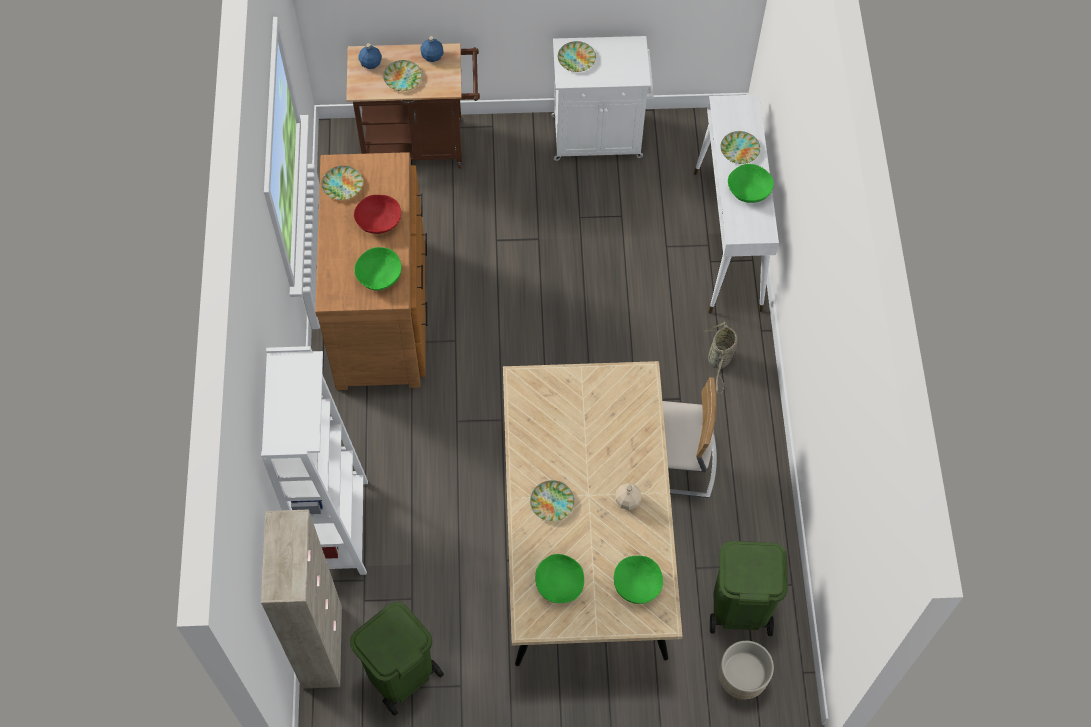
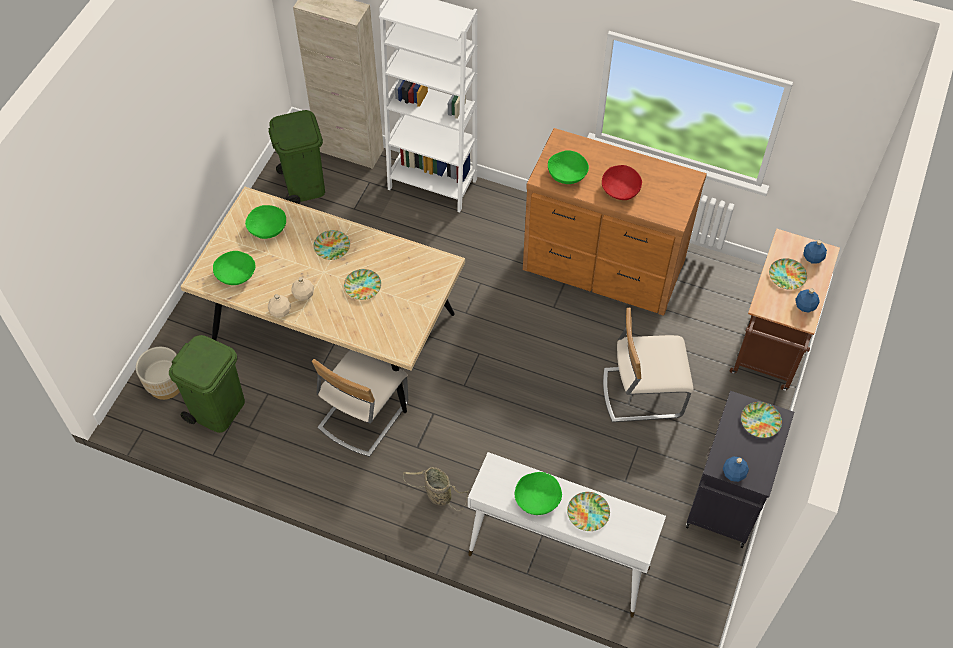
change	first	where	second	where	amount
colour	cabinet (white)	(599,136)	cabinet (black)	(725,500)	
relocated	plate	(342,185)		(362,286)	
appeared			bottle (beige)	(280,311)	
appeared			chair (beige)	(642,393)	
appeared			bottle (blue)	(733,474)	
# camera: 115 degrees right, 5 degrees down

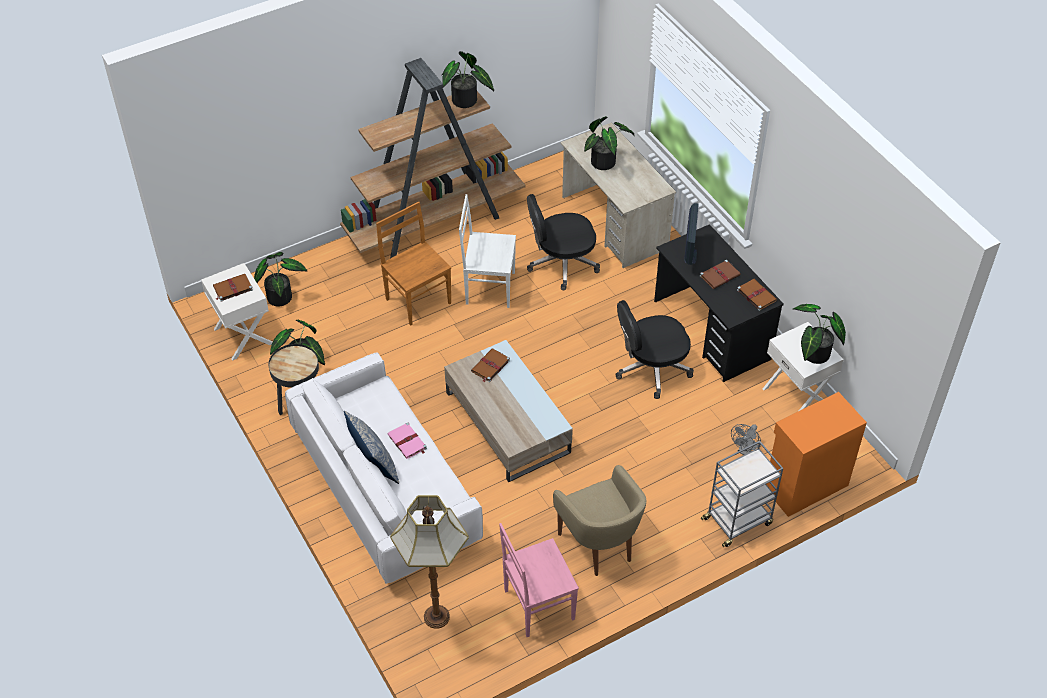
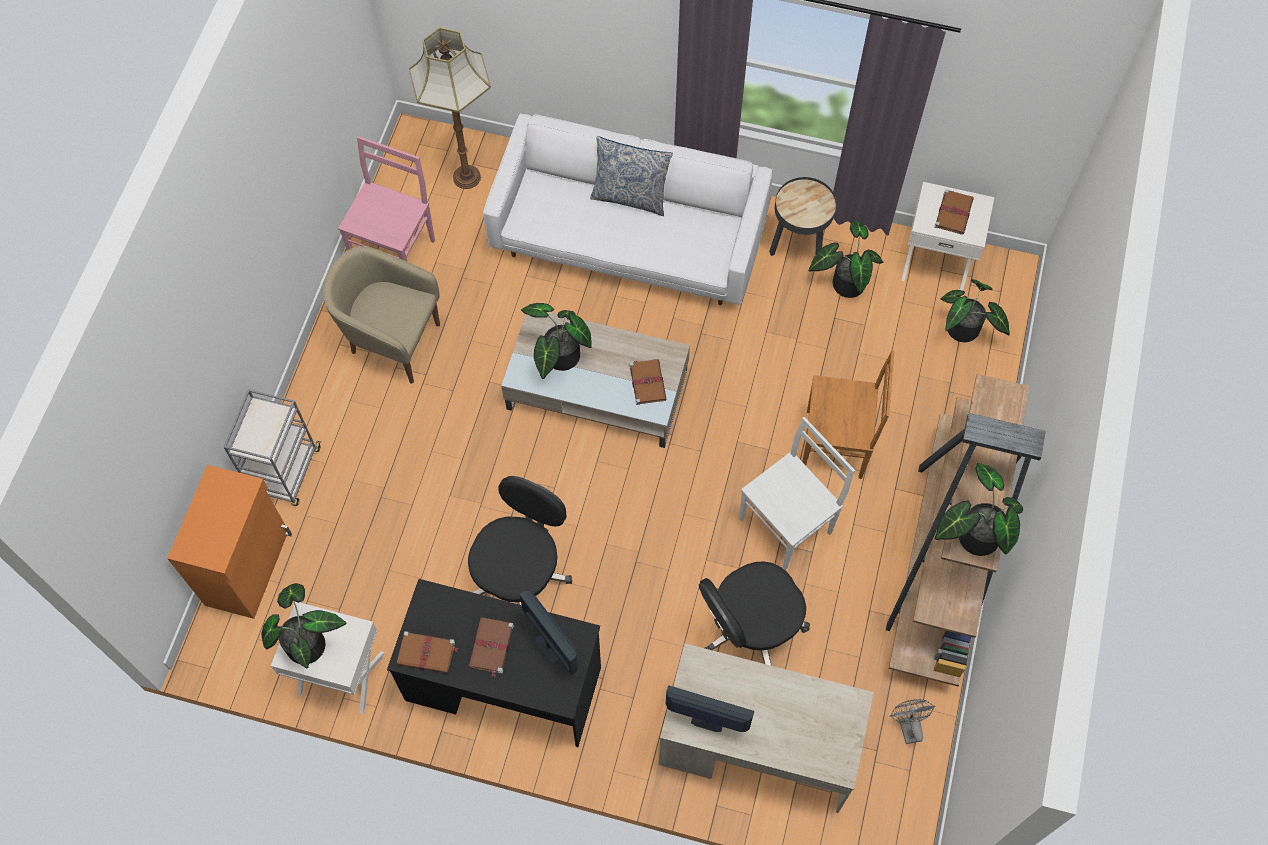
change	first	where	second	where	amount
relocated	potted plant	(606,163)		(558,358)	
spun	office chair (black)	(561,264)		(750,627)	150 degrees counterclockwise
missing	book (pink)	(407,442)			
relocated	fan (grey)	(745,450)		(907,725)	
appeared			monitor	(707,720)	
# camera: 135 degrees right, 15 degrees up

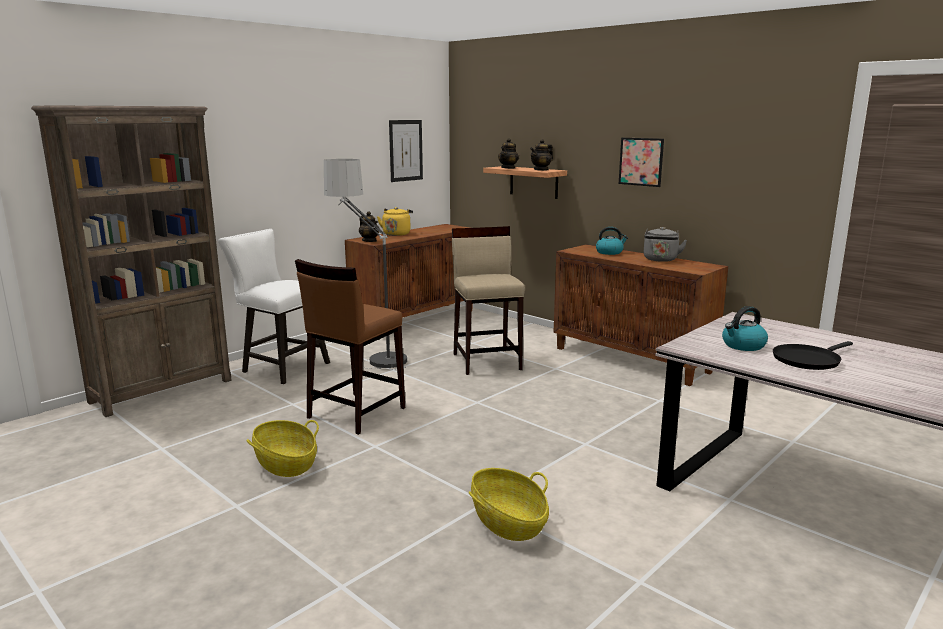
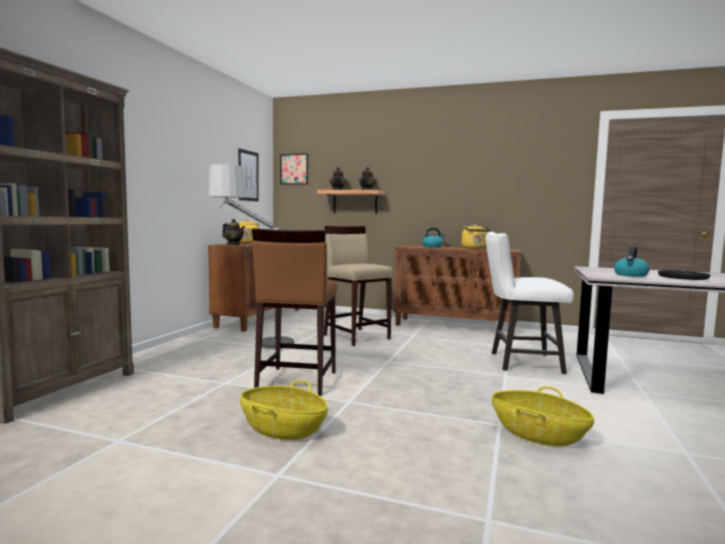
change	first	where	second	where	amount
relocated	picture	(641,161)		(294,169)	
colour	kettle (grey)	(660,260)	kettle (yellow)	(474,248)	
relocated	chair (white)	(281,367)		(519,362)	
# camera: 25 degrees left, 10 degrees down

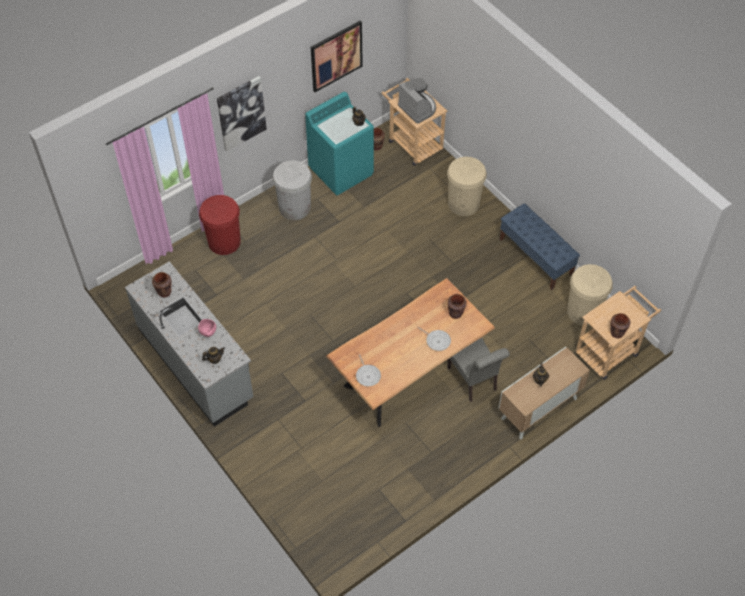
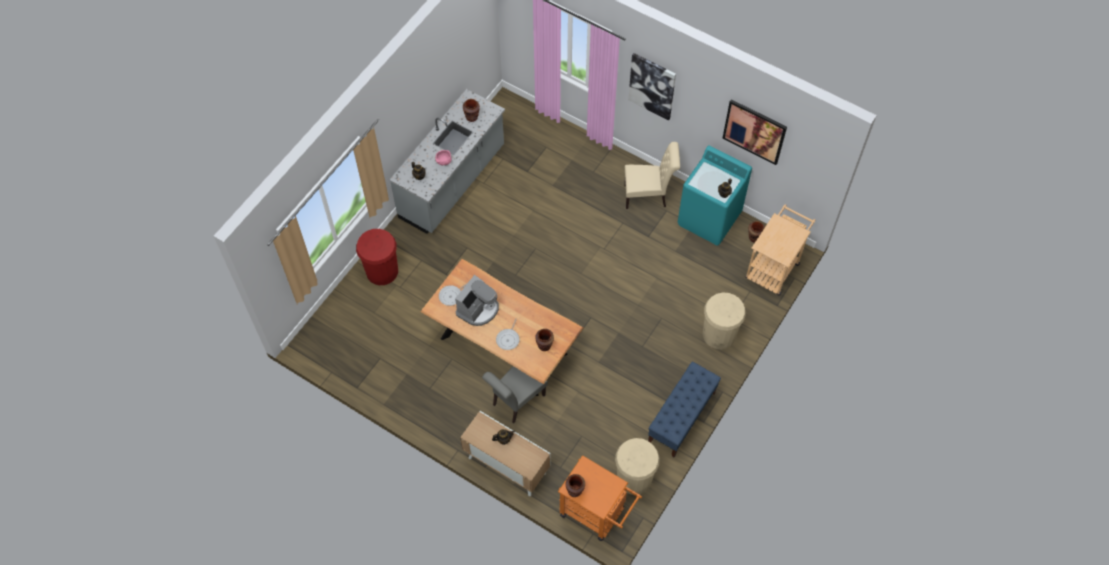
change	first	where	second	where	amount
relocated	coffee machine	(418,108)		(478,309)	
exchanged	trash can (white)	(294,207)	chair (beige)	(648,196)	
relocated	trash can (red)	(224,242)		(382,271)	
colour	cart (beige)	(610,350)	cart (orange)	(597,514)	
# camera: 70 degrees right, 5 degrees up

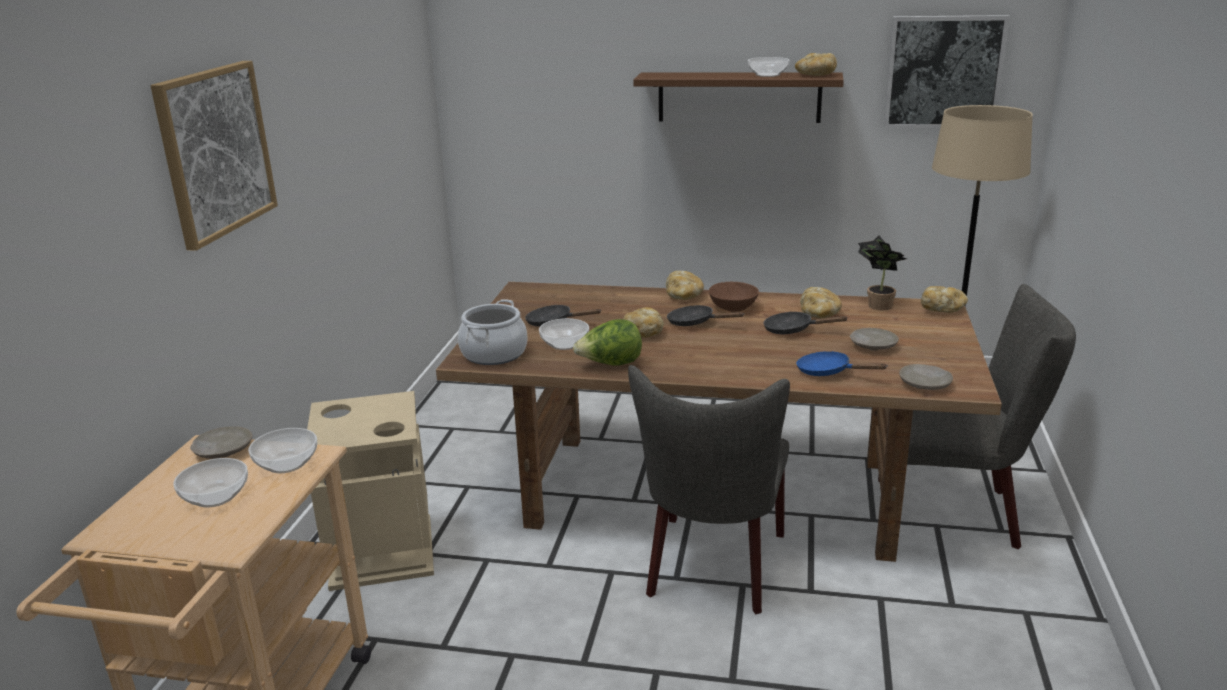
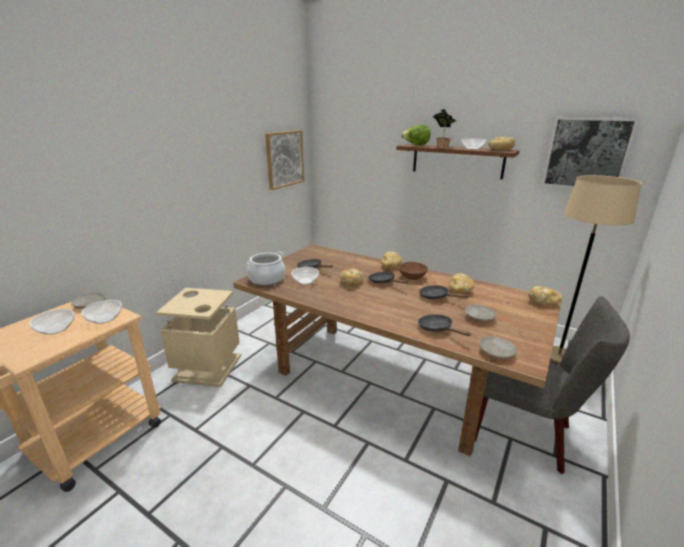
change	first	where	second	where	amount
relocated	picture	(215,151)		(284,159)	
relocated	potted plant	(877,305)		(441,147)	
relocated	lettuce	(610,364)		(416,145)	
colour	frying pan (blue)	(828,372)	frying pan (black)	(437,329)	
missing	chair (grey)	(713,570)			
# camera: 20 degrees right, 0 degrees up

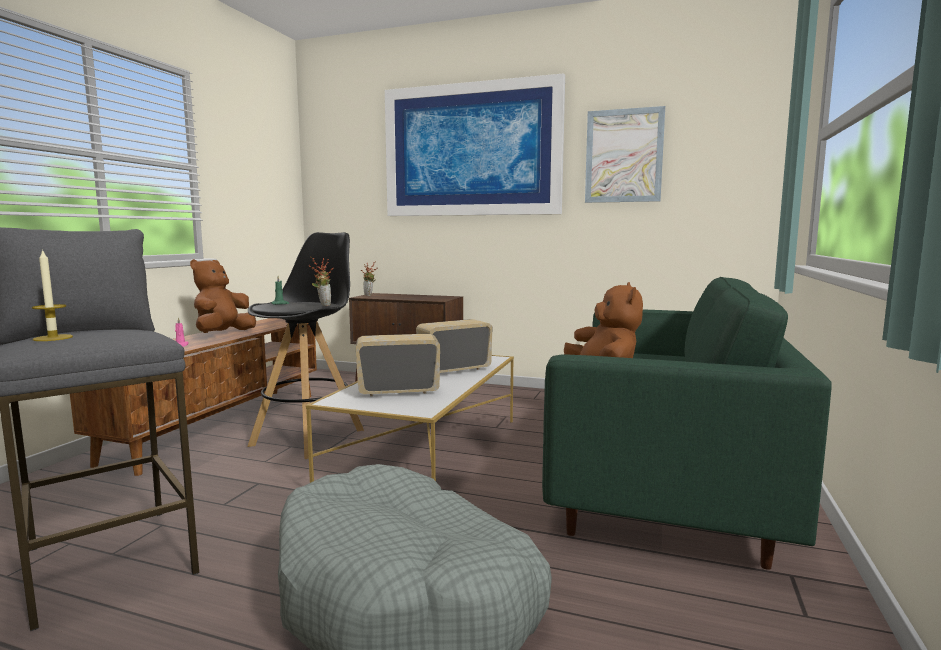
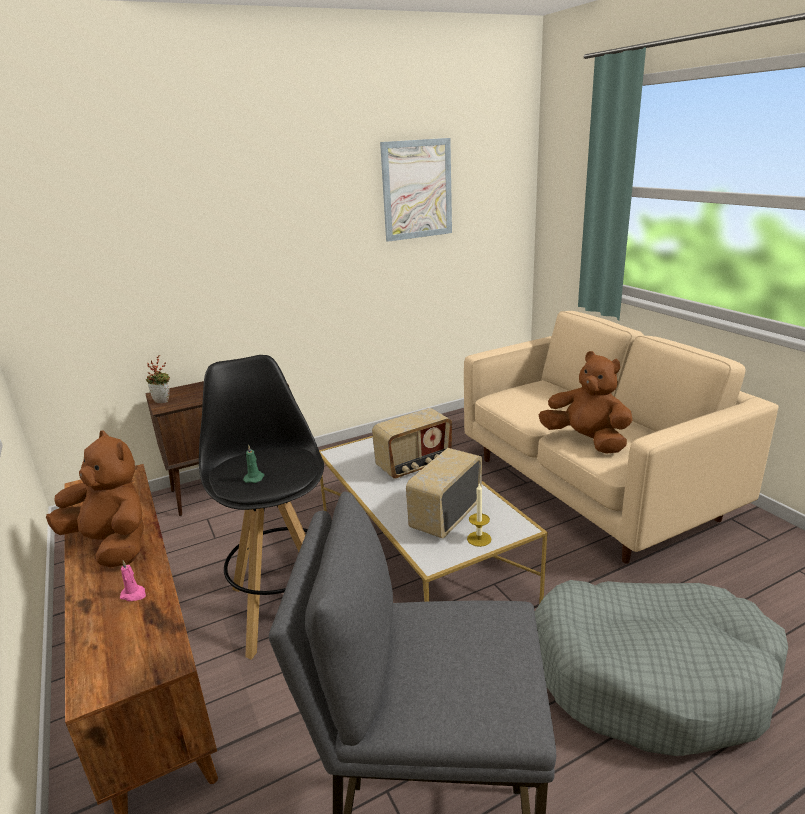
change	first	where	second	where	amount
missing	picture	(471,150)			
relocated	candle	(53,338)		(479,539)	
missing	potted plant	(323,305)			
spun	plush toy (brown)	(223,334)		(113,545)	150 degrees clockwise
colour	sofa (green)	(664,481)	sofa (beige)	(590,487)	
spun	radio	(454,370)		(414,466)	135 degrees counterclockwise
# camera: 45 degrees left, 15 degrees up

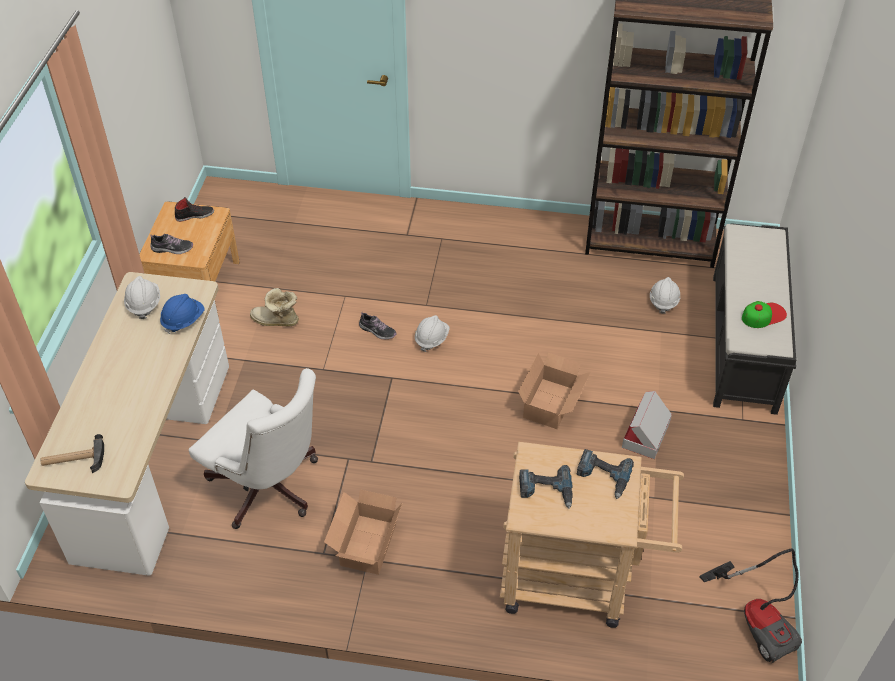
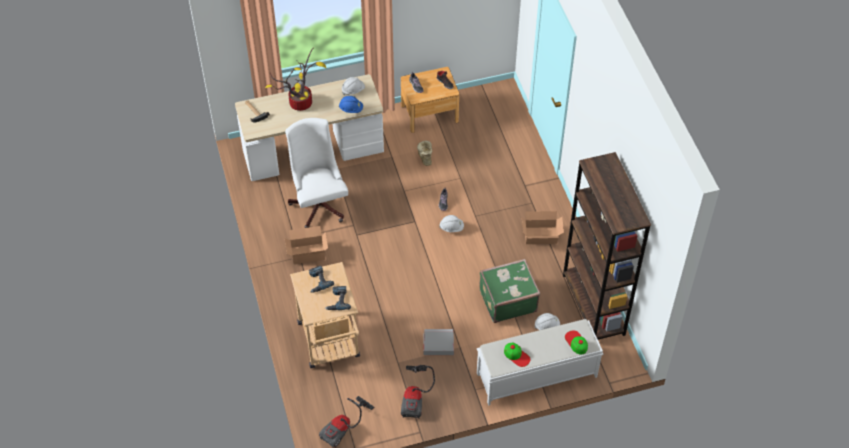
change	first	where	second	where	amount
colour	bench (black)	(743,343)	bench (white)	(535,375)	
relocated	cardboard box	(552,403)		(541,236)	
spun	office chair (white)	(269,489)		(319,202)	150 degrees clockwise
appeared			potted plant	(301,101)	
appeared			suitcase (green)	(507,300)	
appeared			cap	(576,342)	
appeared			vacuum cleaner	(415,398)	
# camera: 65 degrees right, 5 degrees up

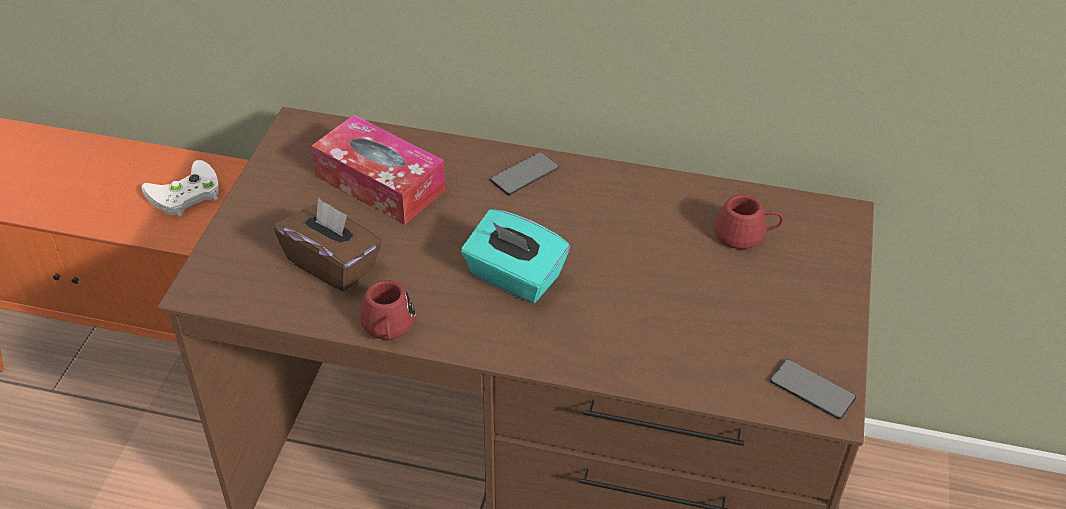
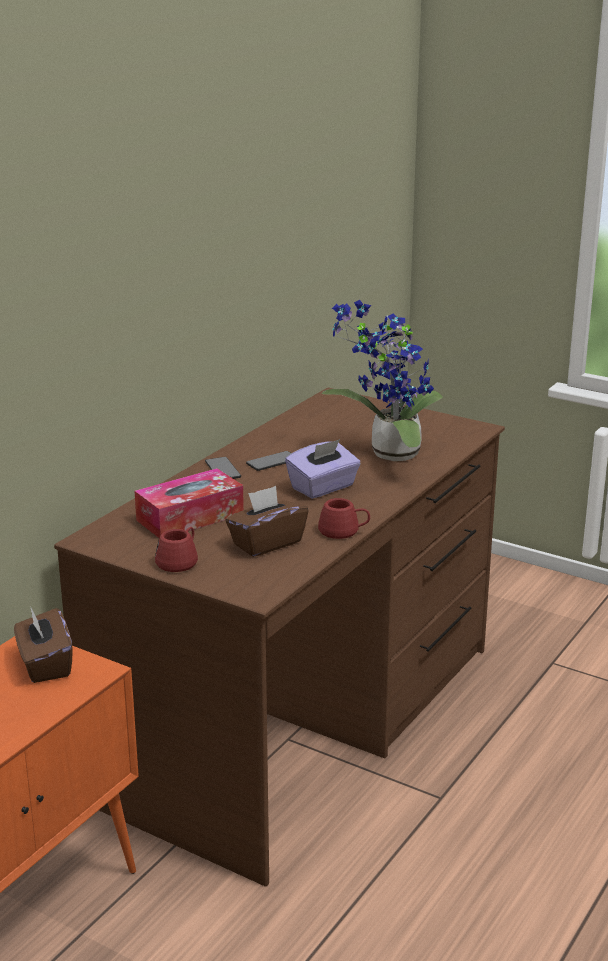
change	first	where	second	where	amount
exchanged	game controller (white)	(183,195)	tissue box (brown)	(45,665)	
relocated	mug (red)	(746,234)		(180,561)	
colour	tissue box (turquoise)	(514,277)	tissue box (purple)	(323,487)	
relocated	phone	(812,390)		(272,462)	
appeared			potted plant	(389,454)	
# camera: 70 degrees left, 20 degrees down

